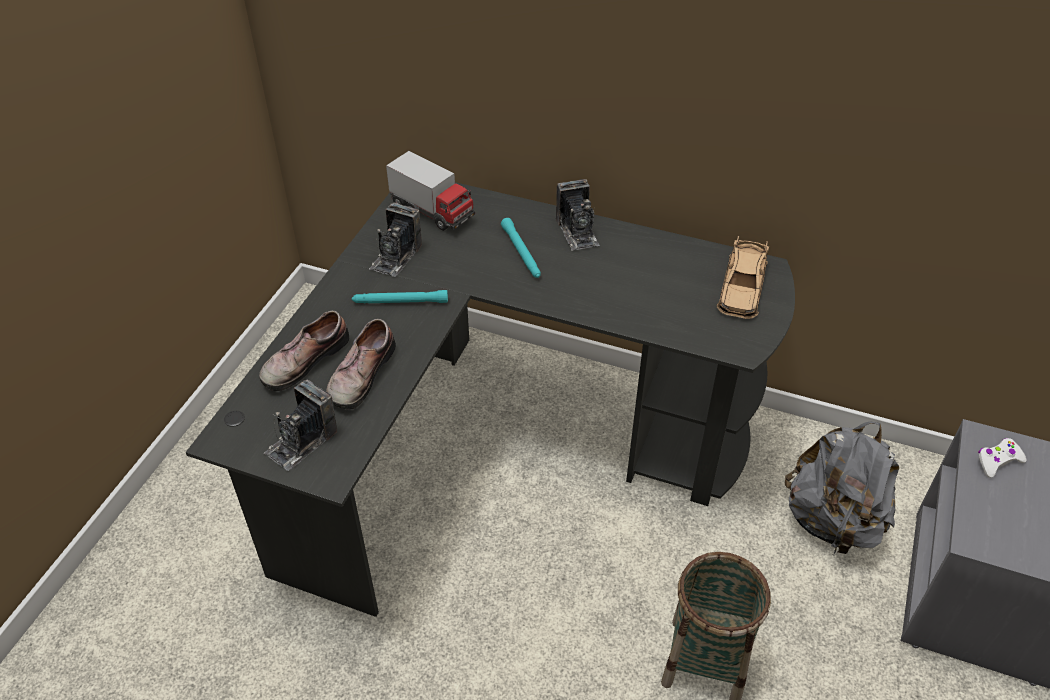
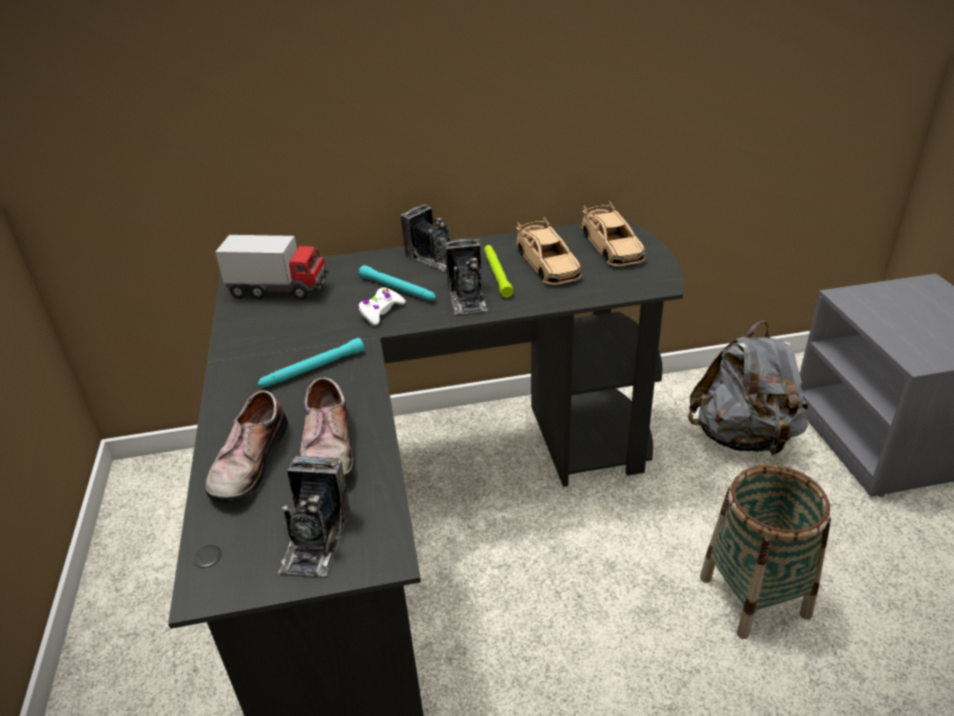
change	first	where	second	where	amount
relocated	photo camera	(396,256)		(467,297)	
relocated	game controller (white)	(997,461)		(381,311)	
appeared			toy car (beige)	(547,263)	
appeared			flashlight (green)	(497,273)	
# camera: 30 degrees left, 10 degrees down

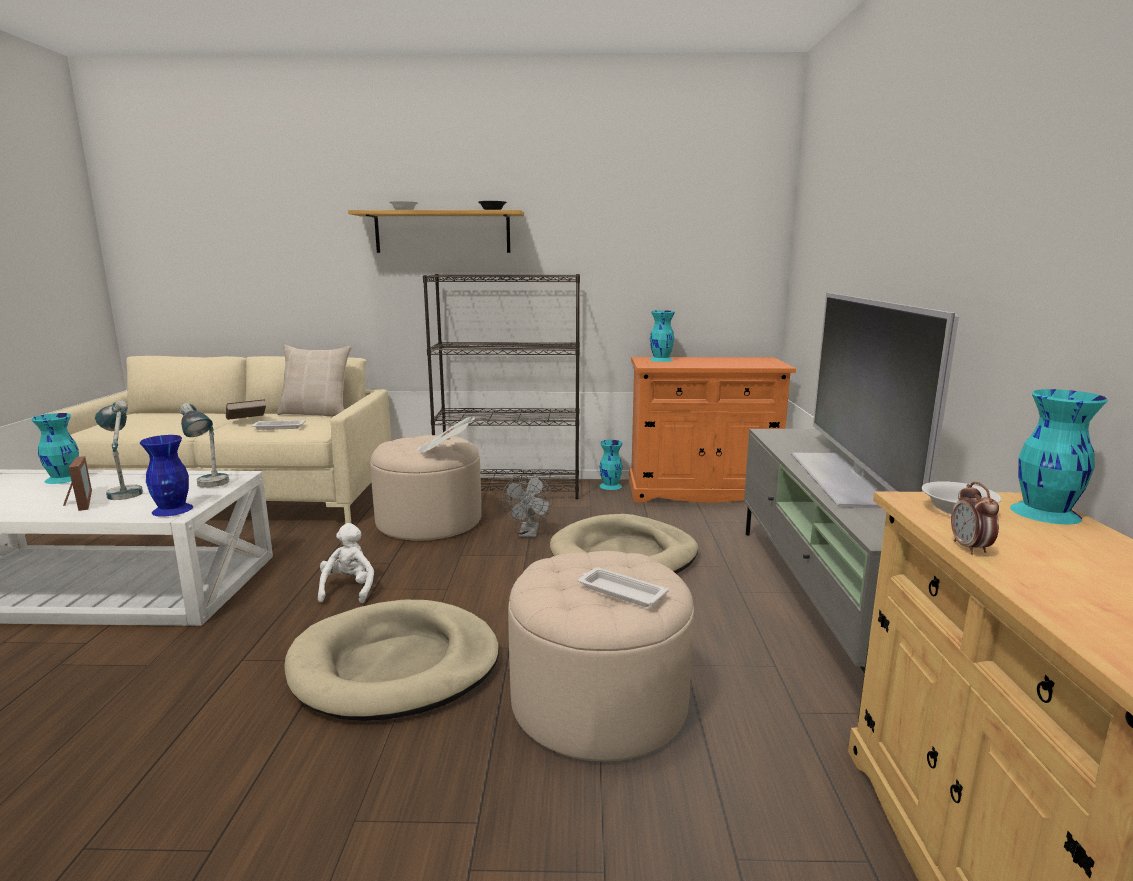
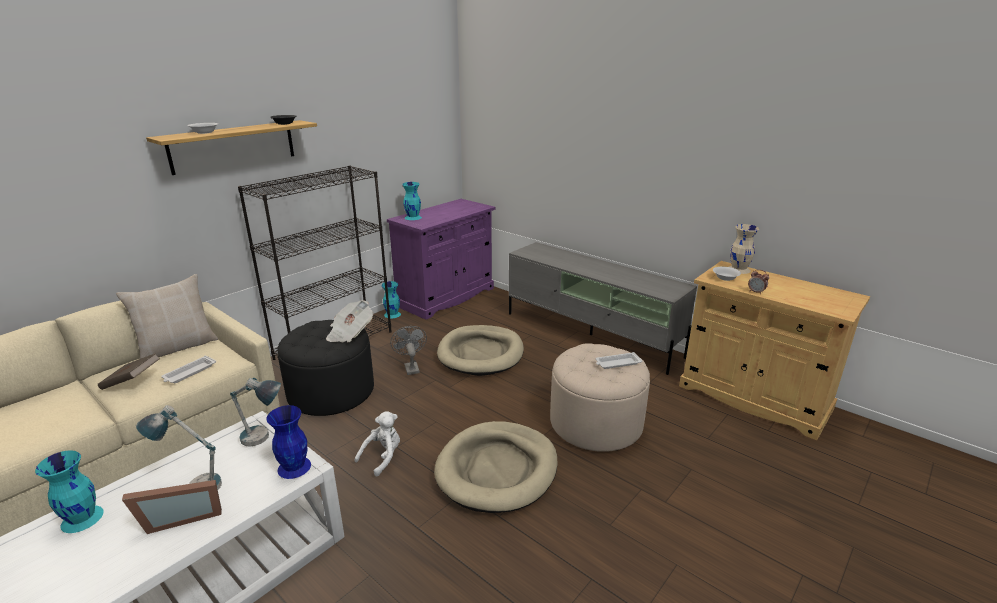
change	first	where	second	where	amount
missing	television	(841,478)			
colour	cabinet (orange)	(701,491)	cabinet (purple)	(446,297)	
colour	vase (turquoise)	(1045,513)	vase (beige)	(739,269)	
colour	ottoman (beige)	(429,521)	ottoman (black)	(331,392)	
spun	picture frame	(76,502)		(181,517)	150 degrees clockwise
spun	fan (grey)	(529,534)		(410,367)	150 degrees counterclockwise
spun	plush toy (white)	(349,589)		(383,457)	90 degrees clockwise
# camera: 50 degrees left, 10 degrees up

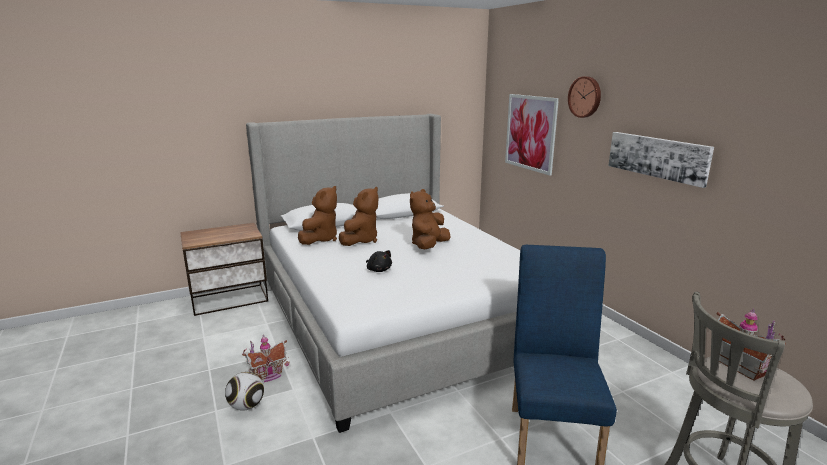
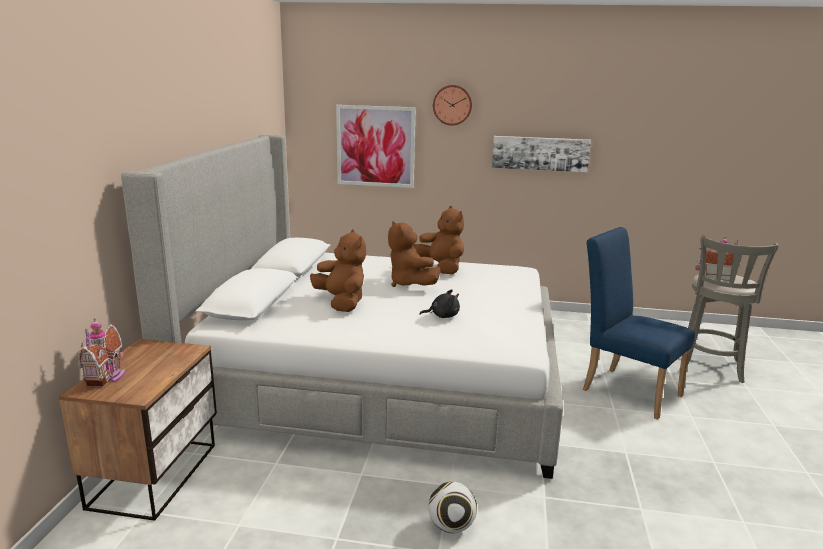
change	first	where	second	where	amount
relocated	plush toy (brown)	(320,239)		(441,268)	
relocated	toy house	(269,375)		(108,377)	
# camera: 55 degrees left, 0 degrees up

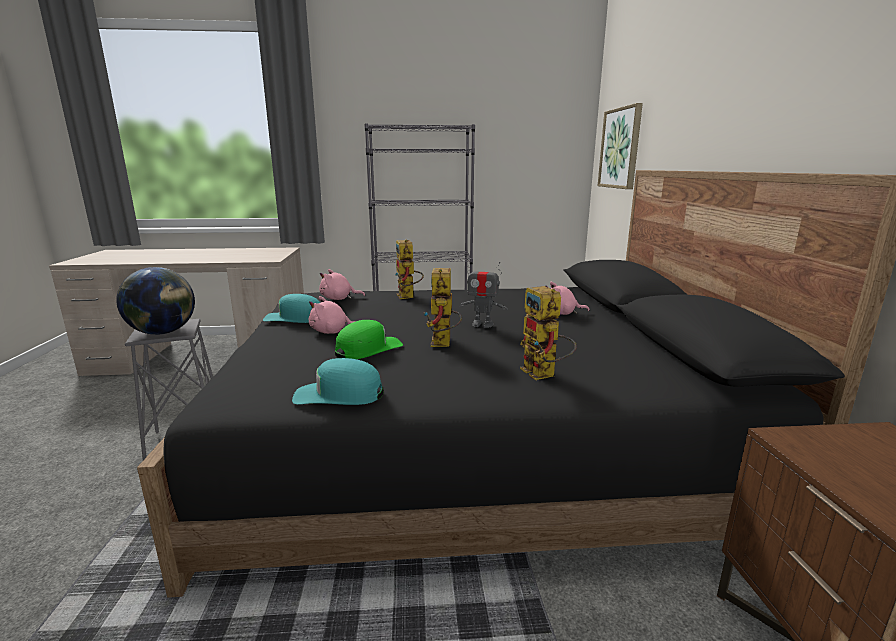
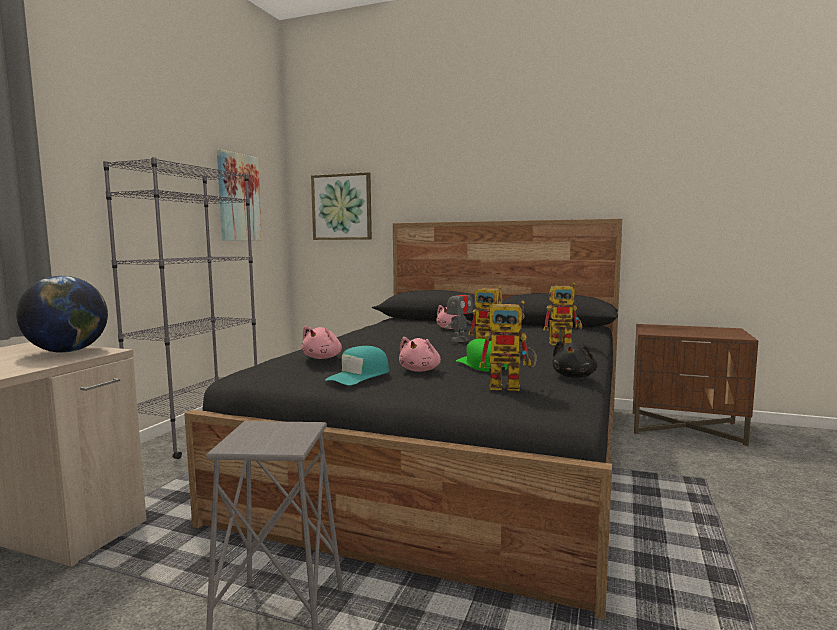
change	first	where	second	where	amount
relocated	toy robot	(408,297)		(512,386)	
relocated	globe	(163,332)		(67,352)	
exchanged	cap (turquoise)	(339,395)	plush toy (black)	(574,376)	
appeared			picture	(238,197)	
# camera: 65 degrees left, 10 degrees down

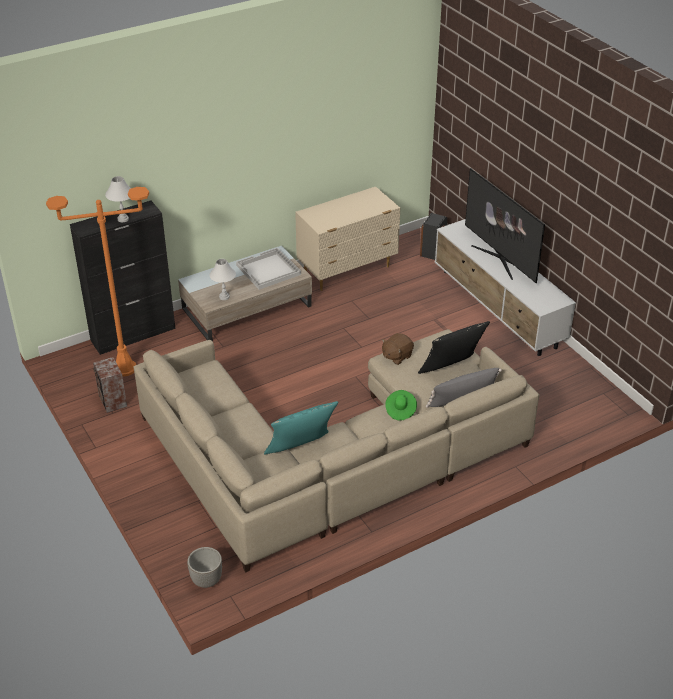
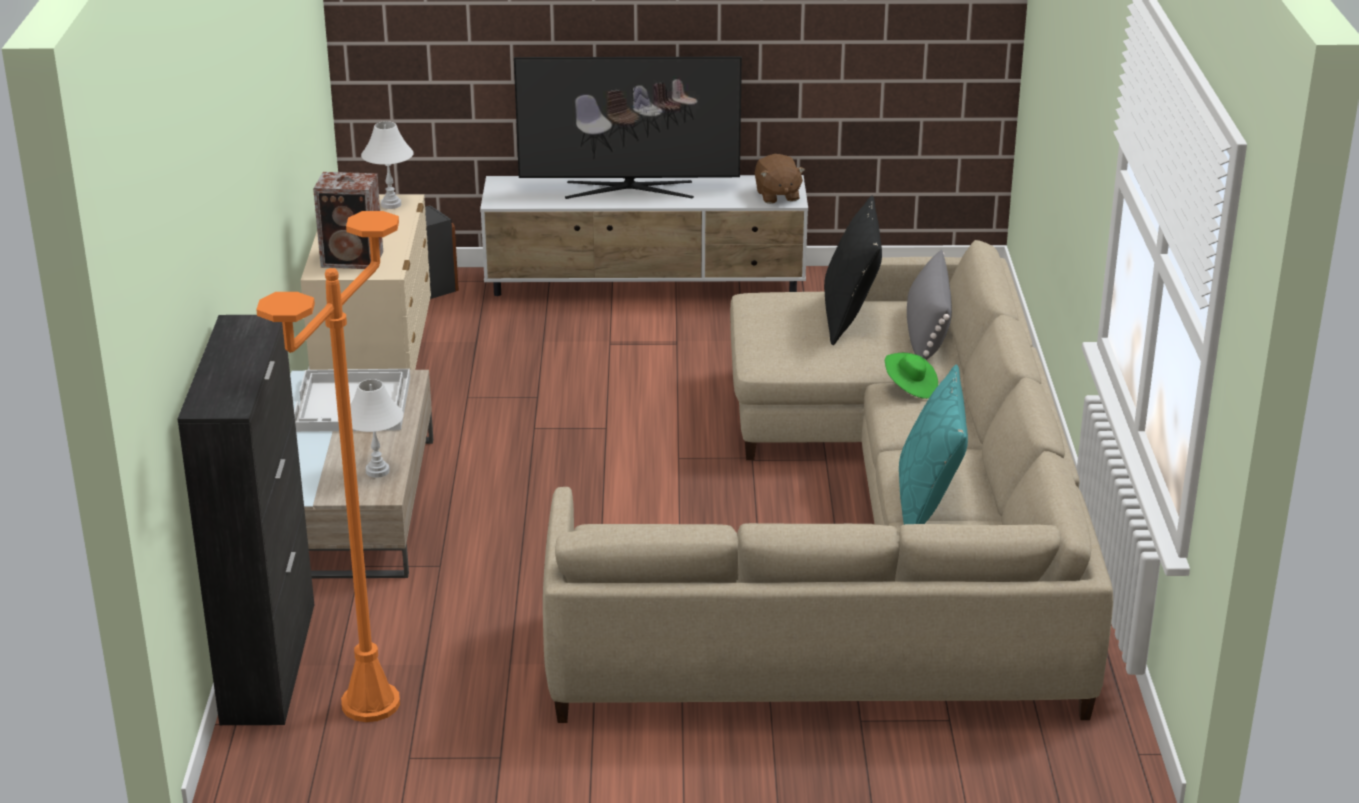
change	first	where	second	where	amount
relocated	table lamp (white)	(123,219)		(391,205)	
relocated	plush toy (brown)	(396,356)		(777,196)	
relocated	speaker	(112,402)		(354,260)	
missing	planter	(206,580)			
# camera: 60 degrees left, 10 degrees down

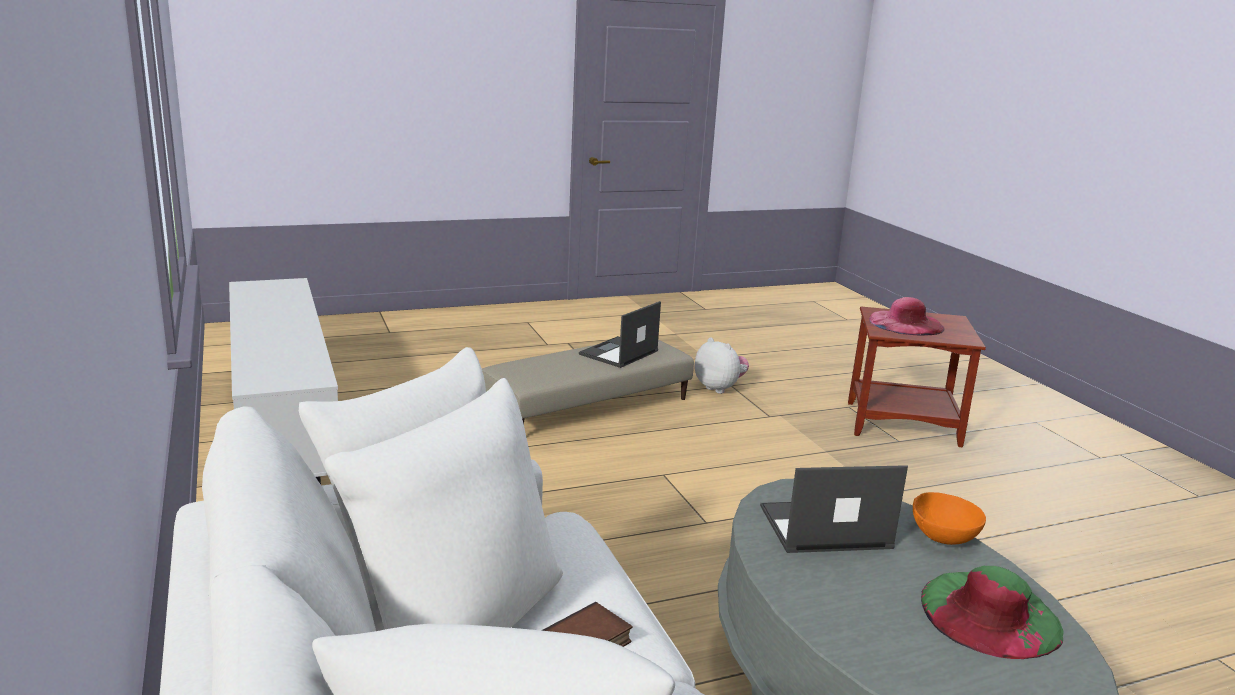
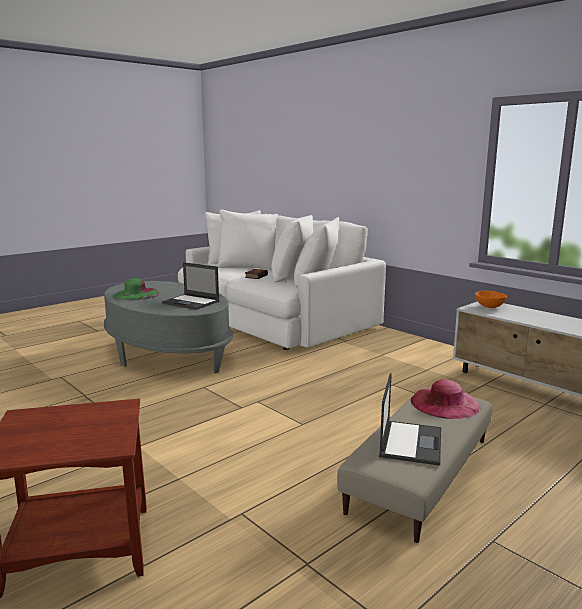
change	first	where	second	where	amount
relocated	hat (pink)	(906,323)		(445,403)	
missing	plush toy	(719,388)			
spun	laptop	(823,527)		(191,302)	60 degrees clockwise
relocated	bowl (orange)	(943,538)		(489,306)	
# camera: 160 degrees right, 5 degrees down

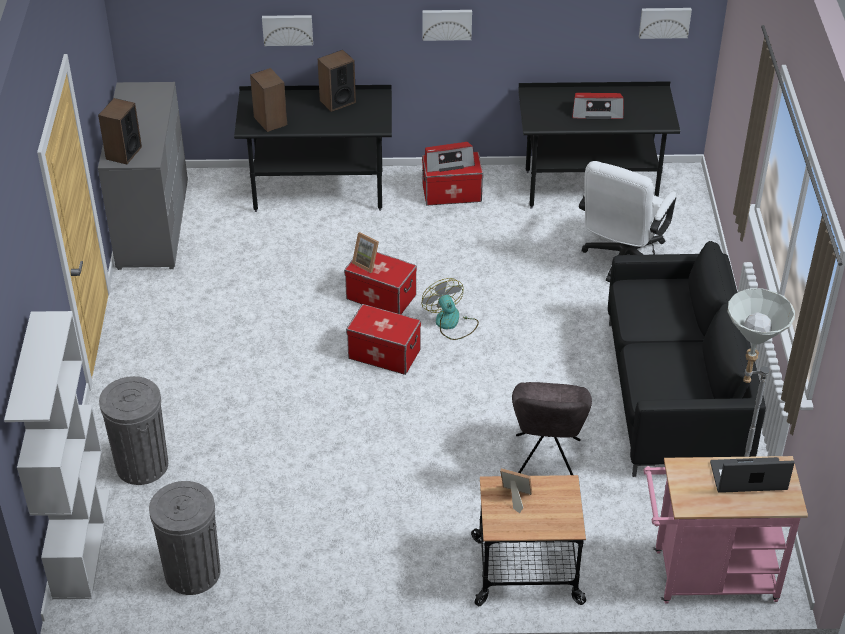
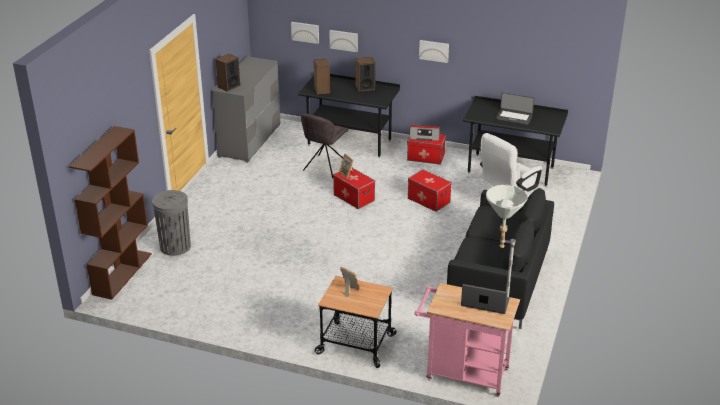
change	first	where	second	where	amount
relocated	picture	(664,22)		(305,32)	
exchanged	radio	(597,112)	laptop	(514,117)	
missing	fan	(451,323)			
relocated	storage box	(384,354)		(429,200)	
colour	bookcase (white)	(81,542)	bookcase (brown)	(122,273)	
relocated	chair (grey)	(546,464)		(324,167)	
missing	trash can (grey)	(192,572)			
# camera: 20 degrees right, 10 degrees down

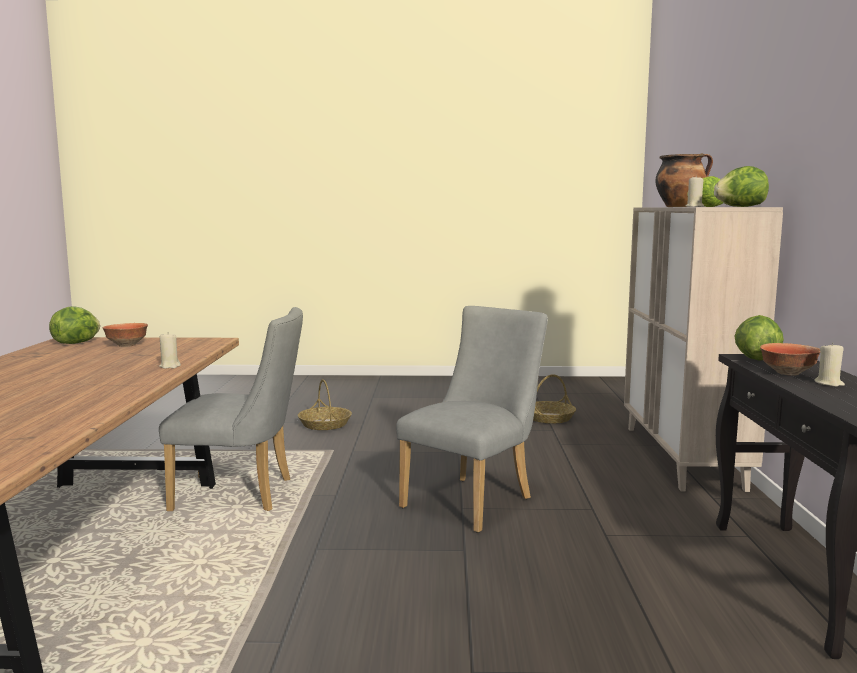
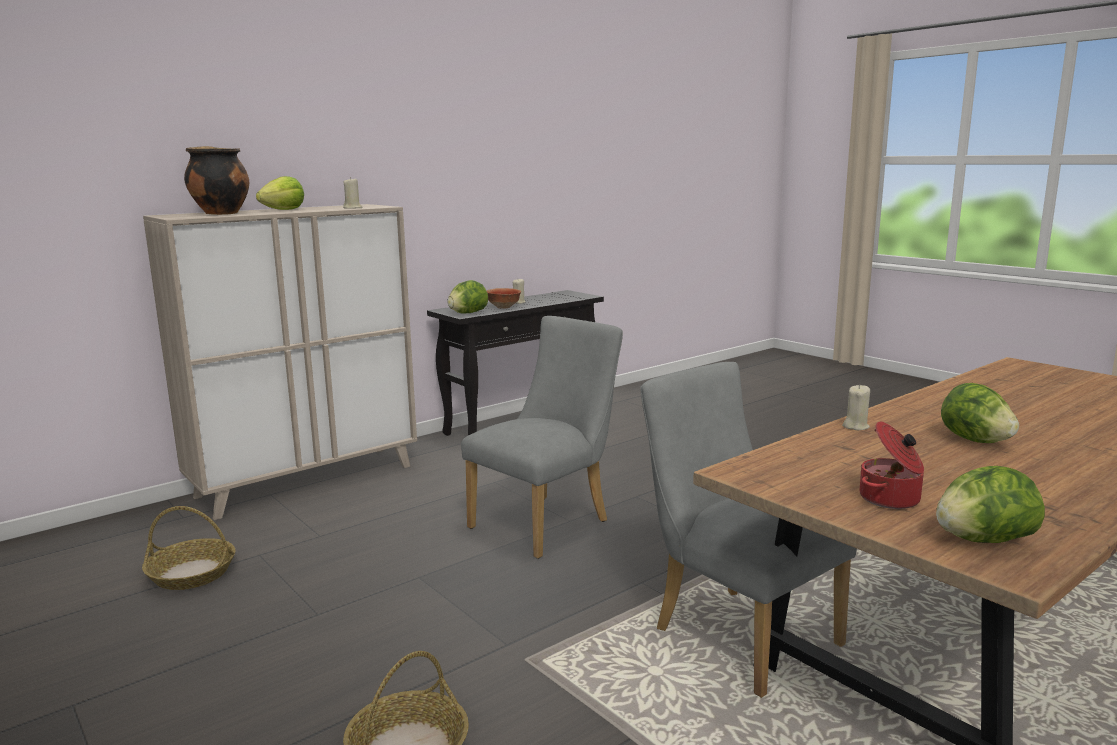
change	first	where	second	where	amount
relocated	lettuce	(740,206)		(975,440)	
spun	chair (grey)	(474,500)		(547,522)	135 degrees clockwise
exchanged	bowl	(125,345)	cooking pot	(891,499)	
# camera: 130 degrees left, 5 degrees up

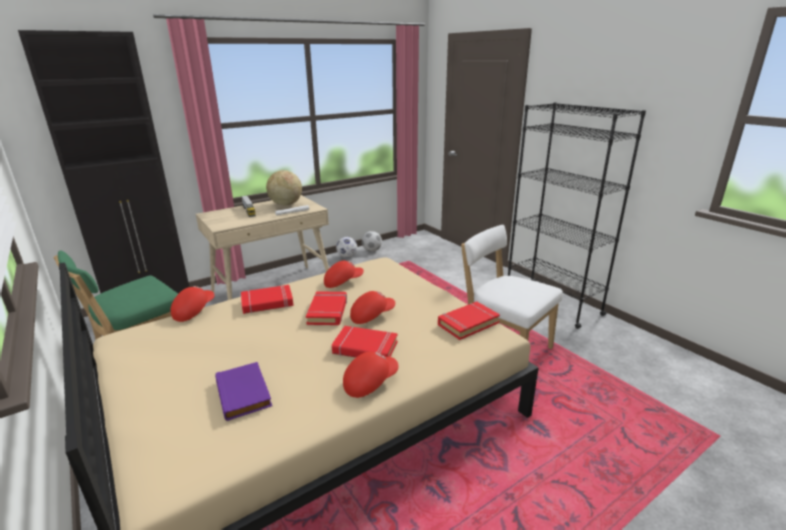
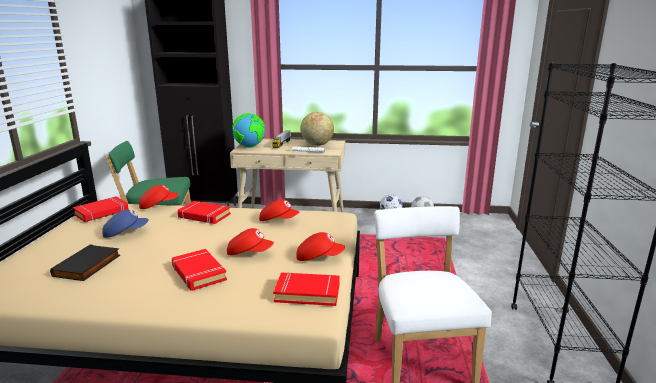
change	first	where	second	where	amount
relocated	book (red)	(328,311)		(102,212)	
relocated	cap (red)	(370,382)		(319,257)	
colour	book (purple)	(245,393)	book (black)	(88,266)	
appeared			globe	(250,147)	
appeared			cap (blue)	(125,233)	
# camera: 40 degrees right, 5 degrees down

